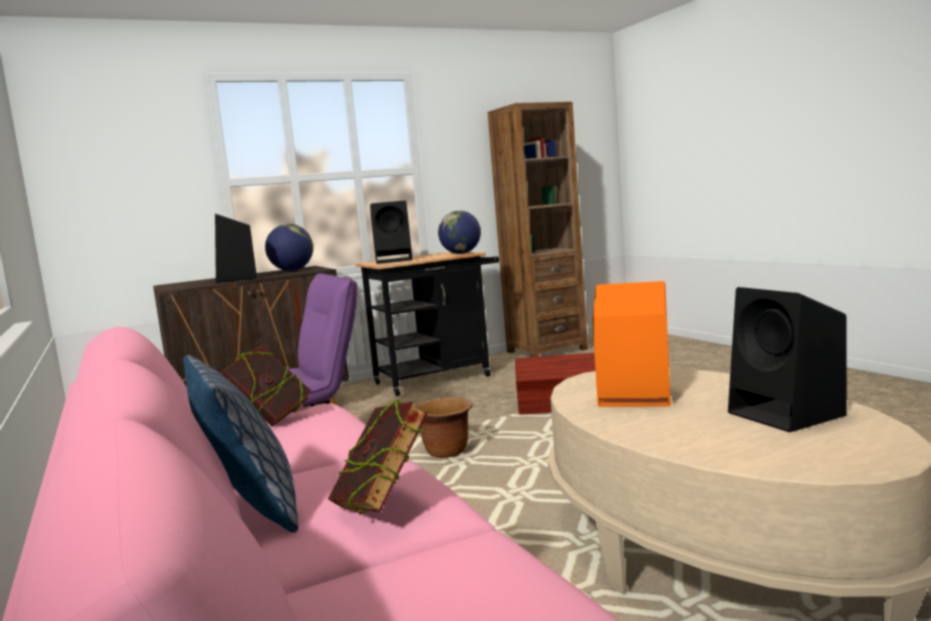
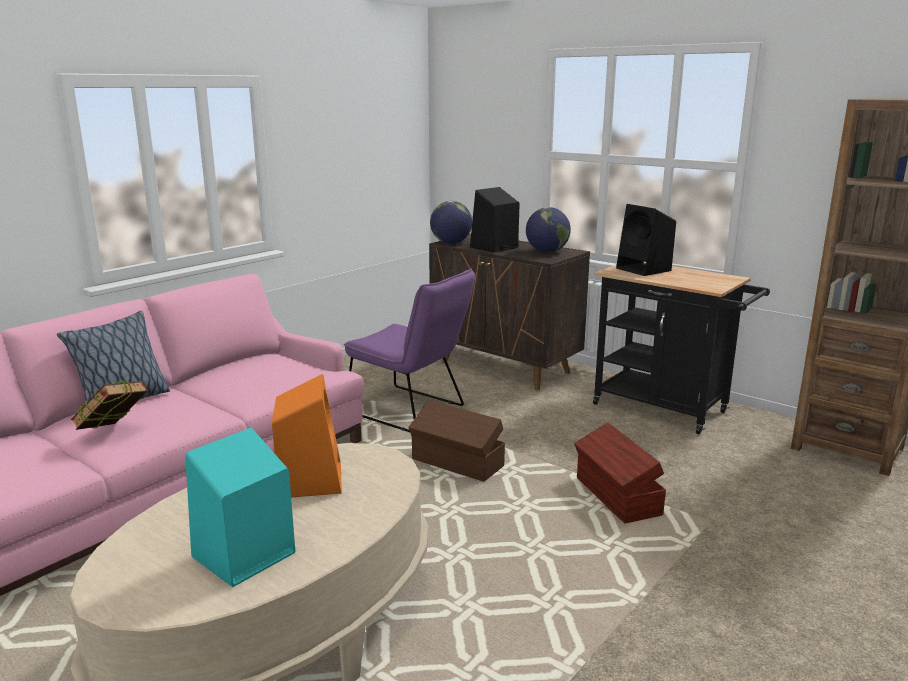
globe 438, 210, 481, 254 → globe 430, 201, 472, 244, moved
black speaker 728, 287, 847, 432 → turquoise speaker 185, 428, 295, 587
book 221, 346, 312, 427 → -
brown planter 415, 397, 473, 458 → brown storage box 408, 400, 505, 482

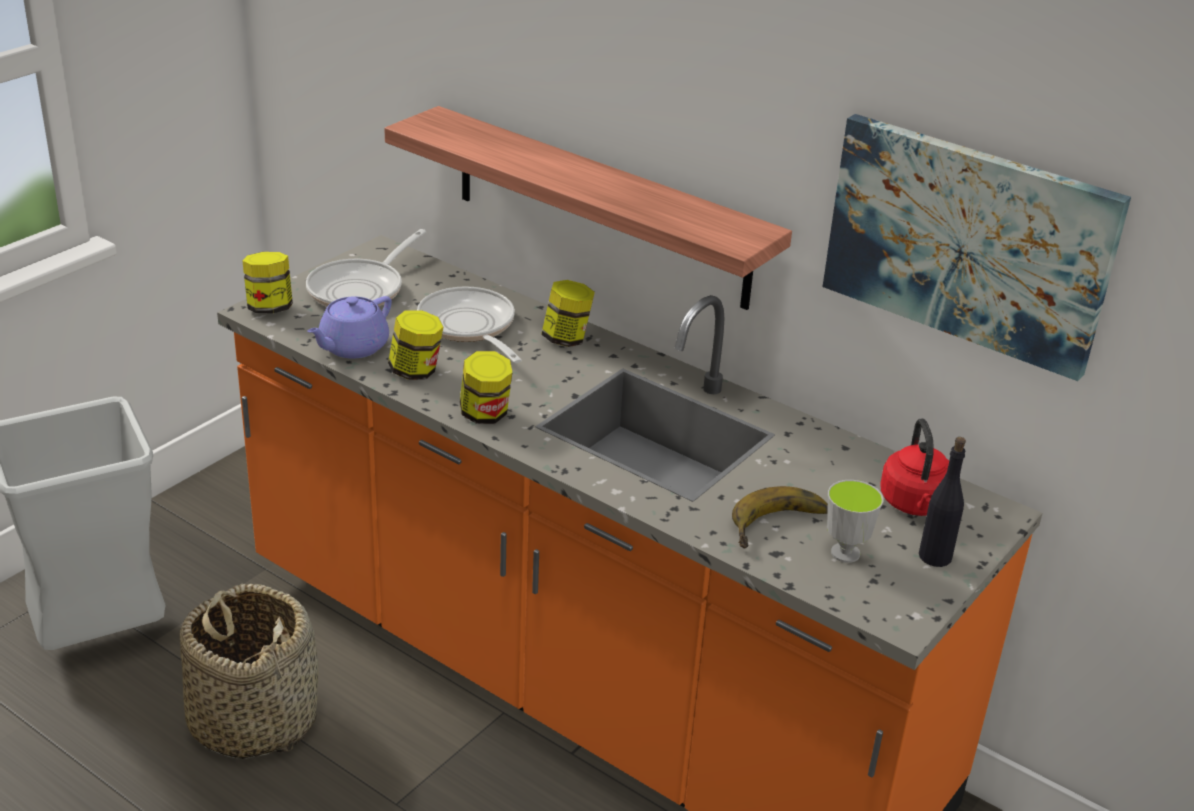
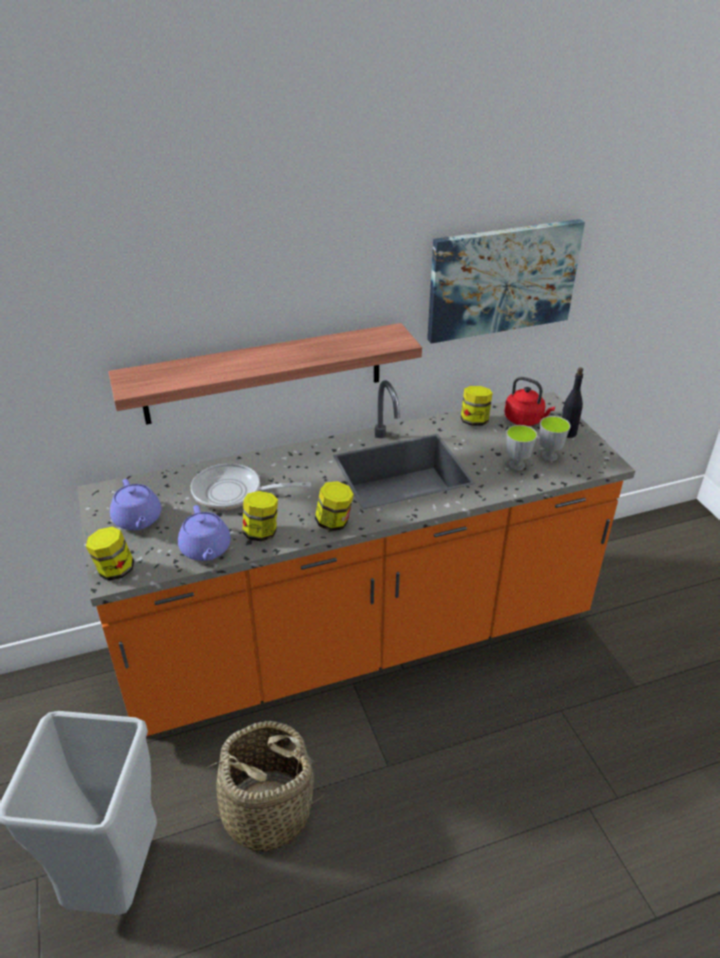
frying pan 306, 229, 426, 307 → purple teapot 110, 479, 161, 530
jar 541, 280, 595, 347 → jar 461, 386, 493, 426, moved
banana 732, 486, 828, 548 → cup 506, 425, 537, 470

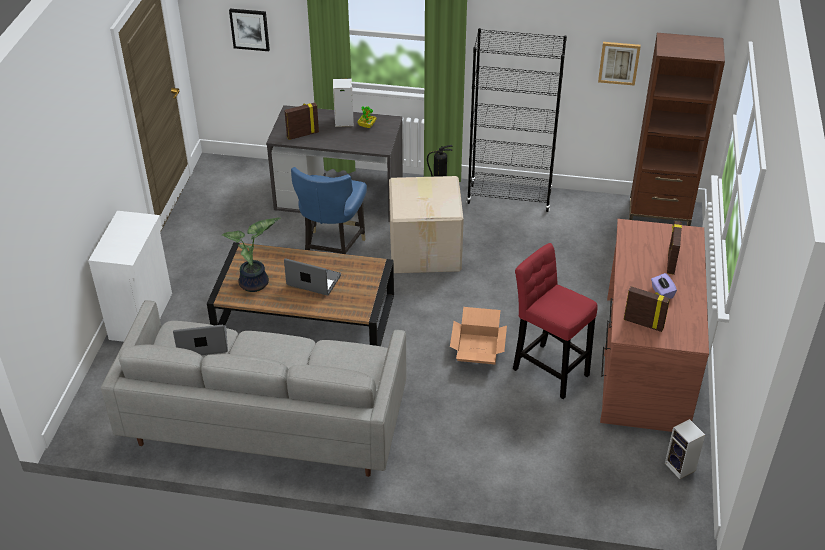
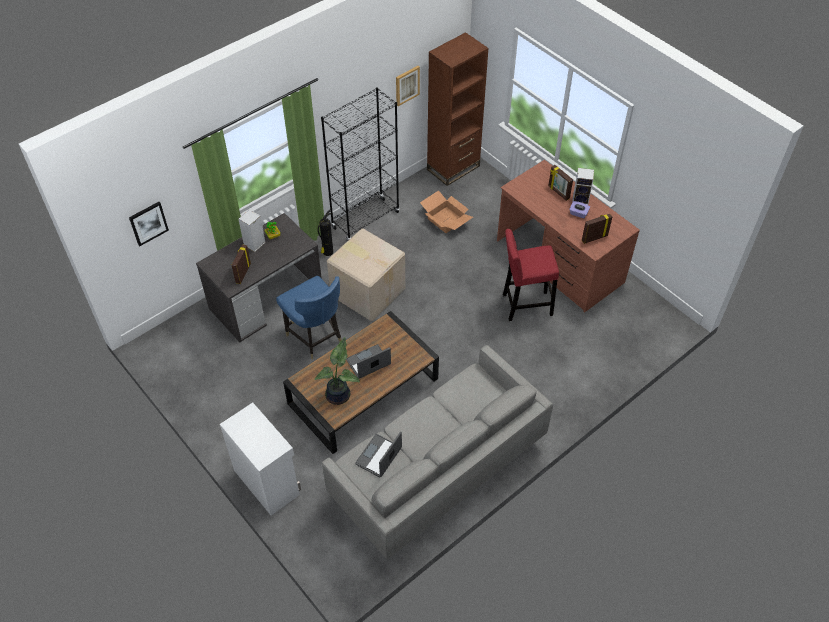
cardboard box 450, 307, 507, 364 → cardboard box 420, 190, 473, 233, moved
speaker 665, 419, 705, 479 → speaker 572, 168, 594, 205, moved

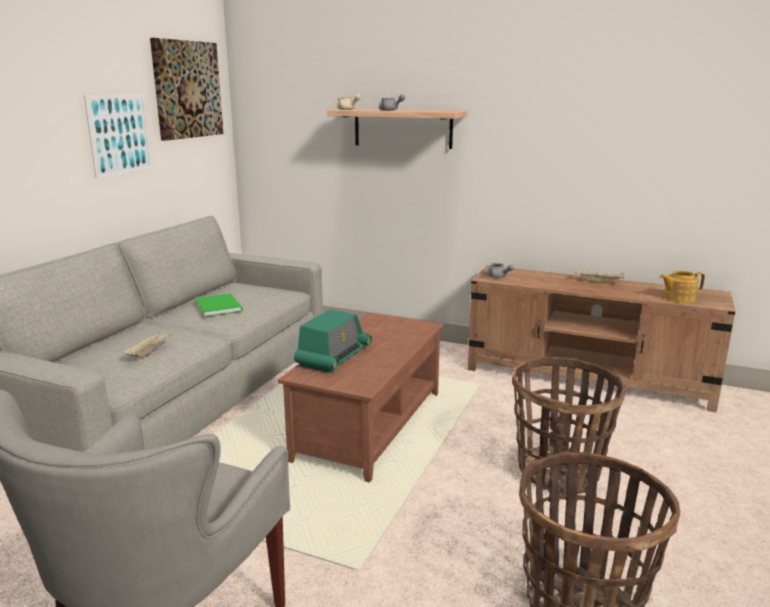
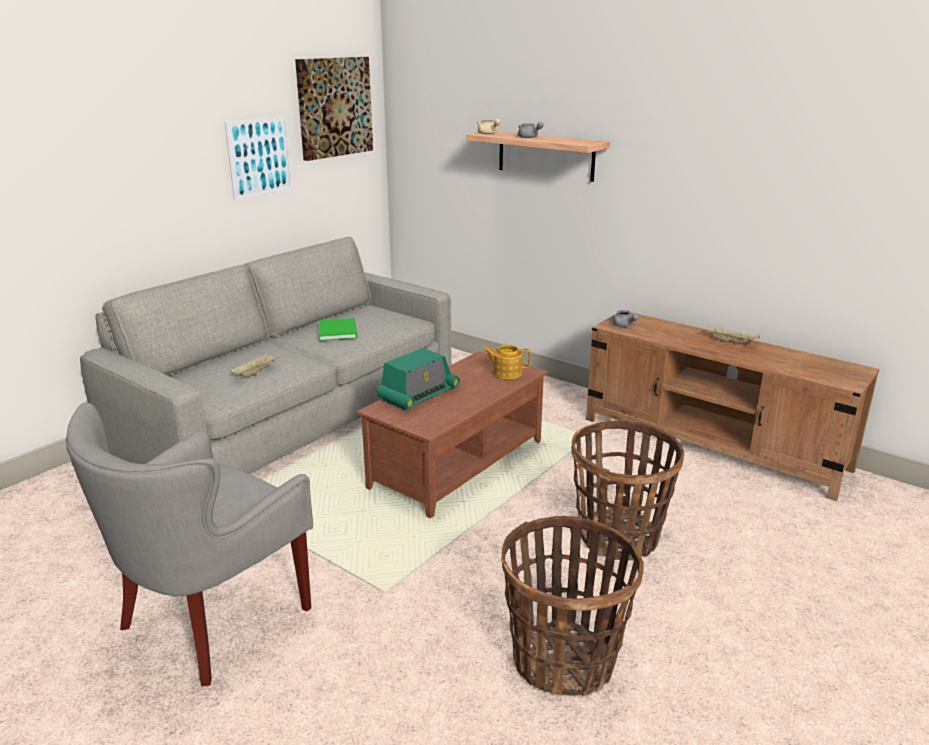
teapot 660, 271, 705, 303 → teapot 483, 345, 531, 379, moved

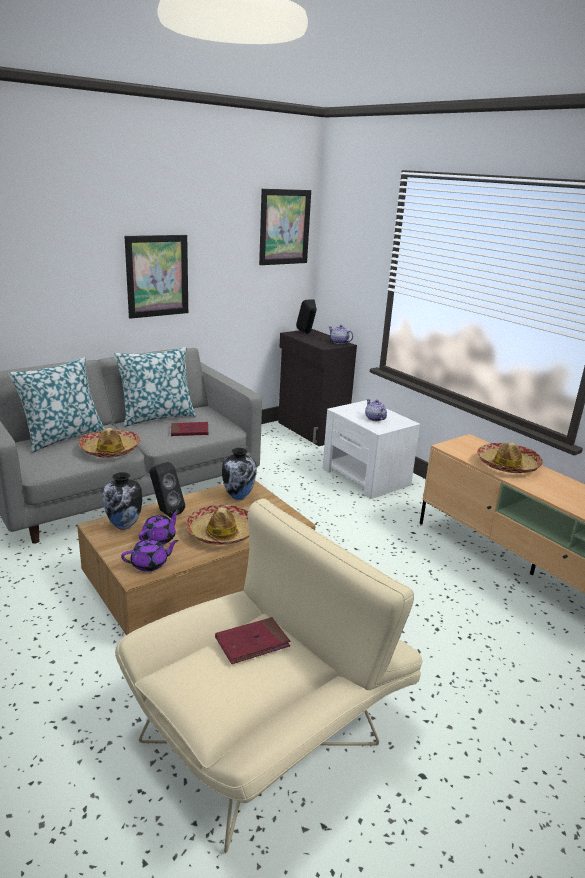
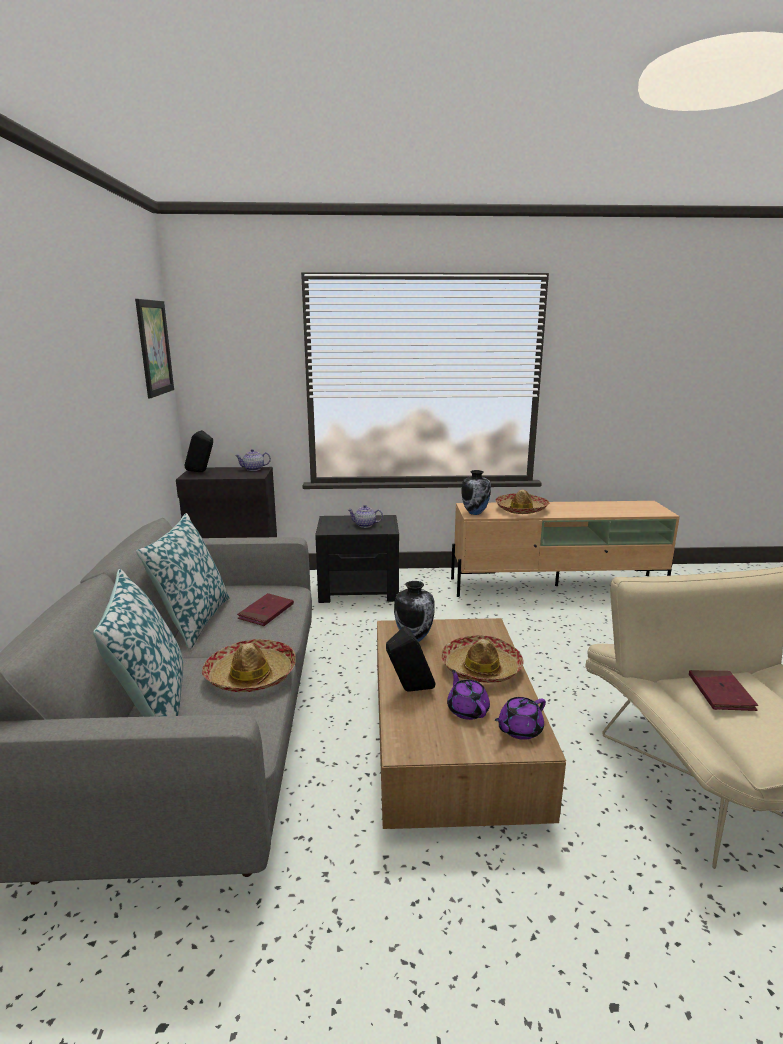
picture 124, 235, 188, 319 → -
white nightstand 322, 400, 420, 499 → black nightstand 315, 515, 399, 603
vase 103, 472, 142, 530 → vase 461, 470, 491, 515, moved
purple teapot 121, 539, 179, 572 → purple teapot 495, 697, 546, 740, 135 degrees counterclockwise

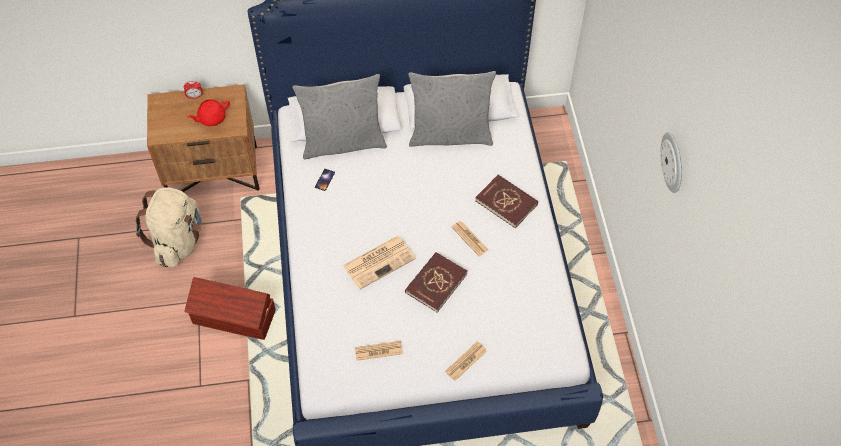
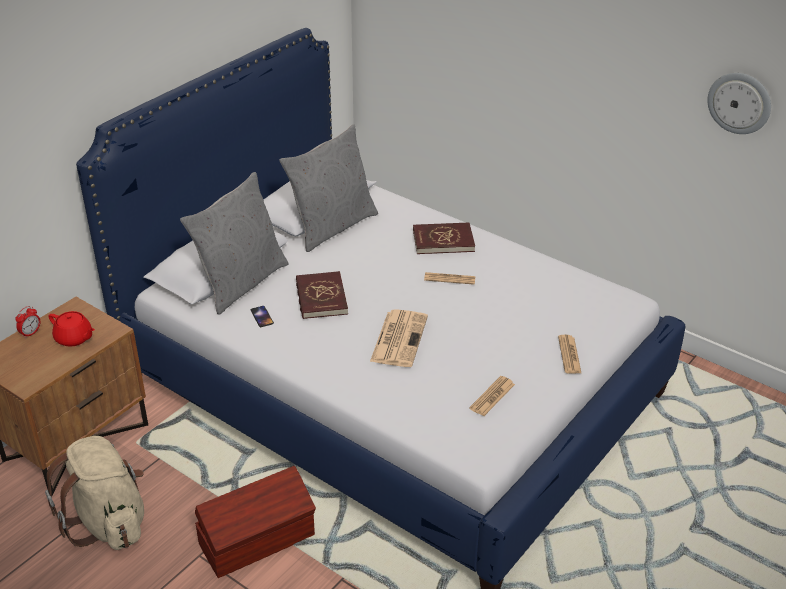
red teapot 187, 99, 230, 126 → red teapot 49, 311, 95, 347, 75 degrees counterclockwise
wall clock 661, 132, 682, 193 → wall clock 707, 73, 771, 134, moved
red book 405, 252, 467, 312 → red book 296, 271, 348, 319, moved

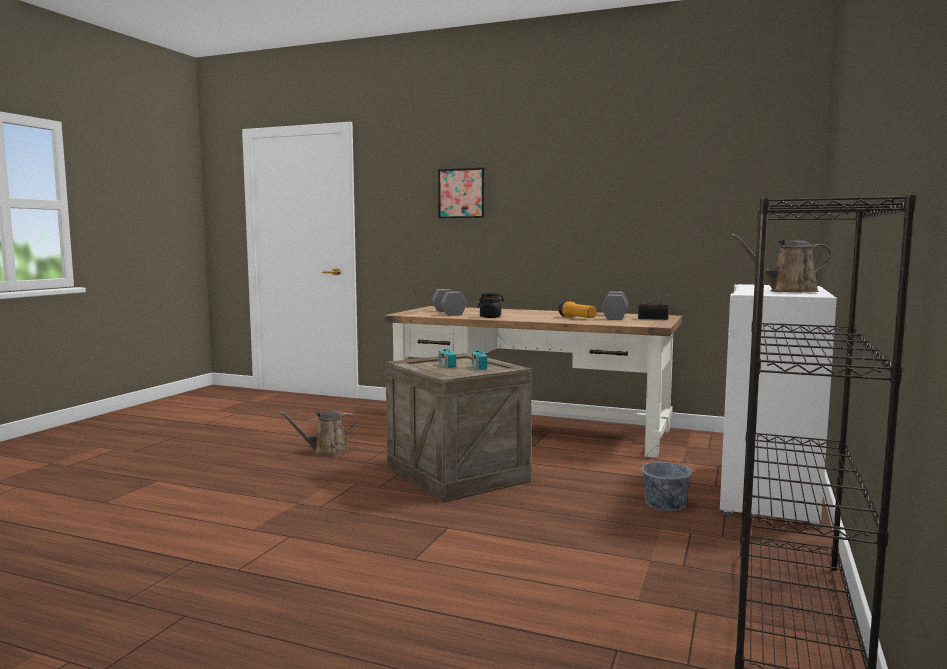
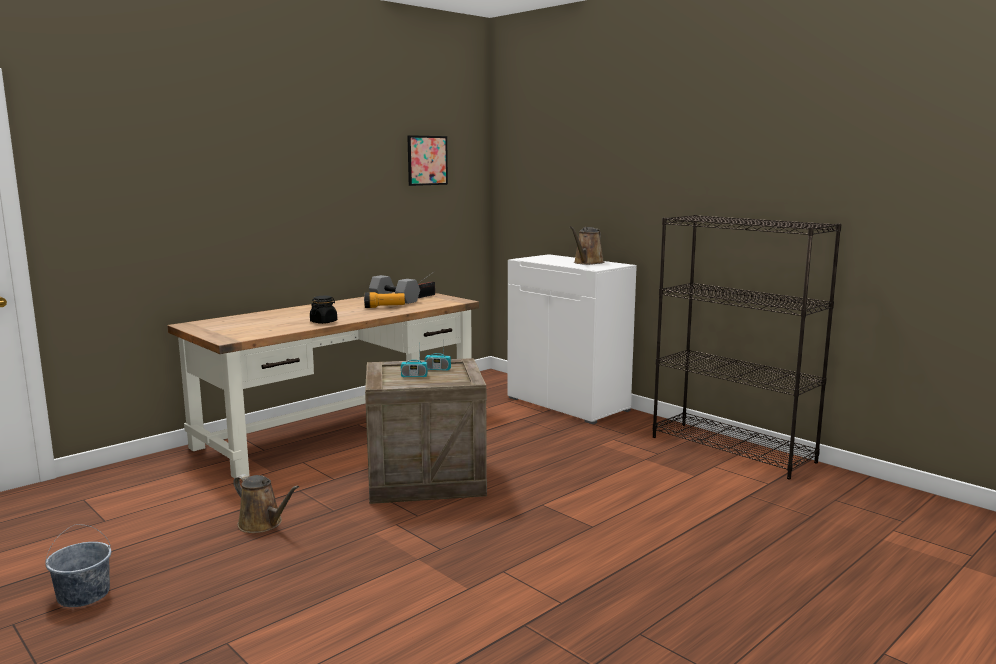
picture 438, 168, 484, 218 → picture 407, 135, 448, 186, moved
grey dumbbell 431, 289, 467, 316 → -
brown watering can 279, 411, 356, 455 → brown watering can 233, 474, 299, 533, 60 degrees counterclockwise
grey bucket 642, 443, 692, 511 → grey bucket 45, 524, 111, 607, moved

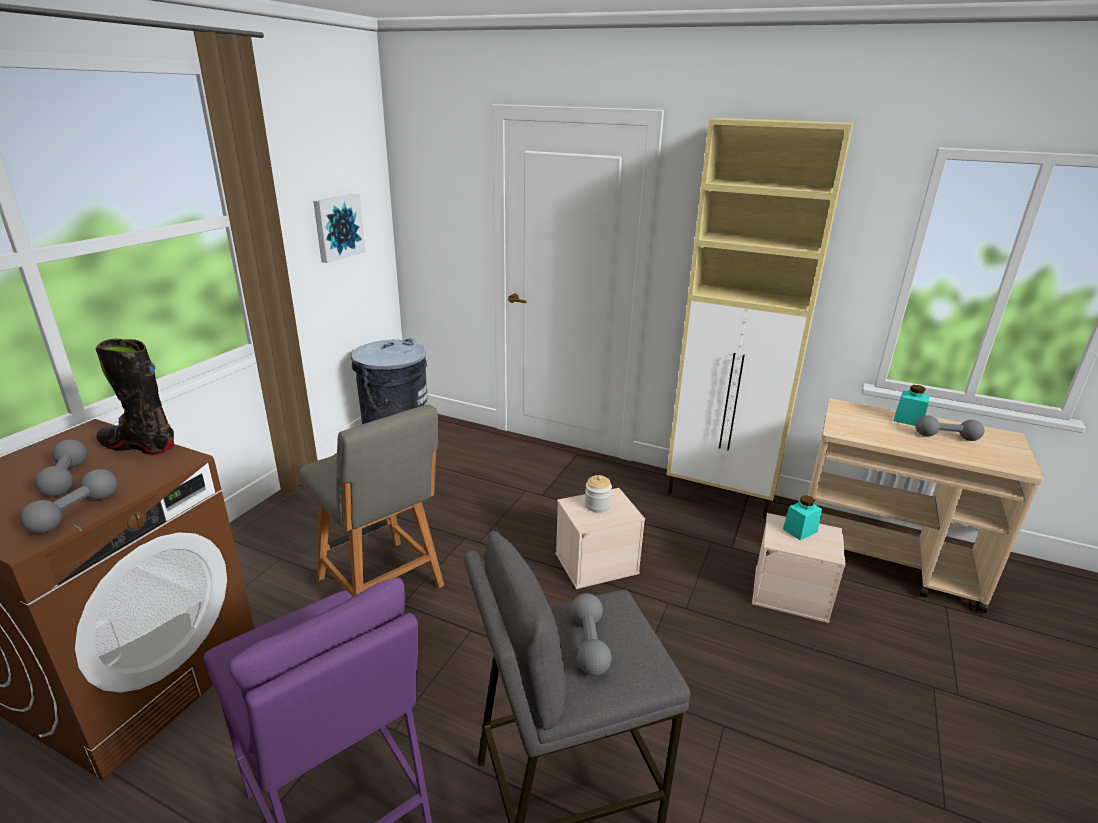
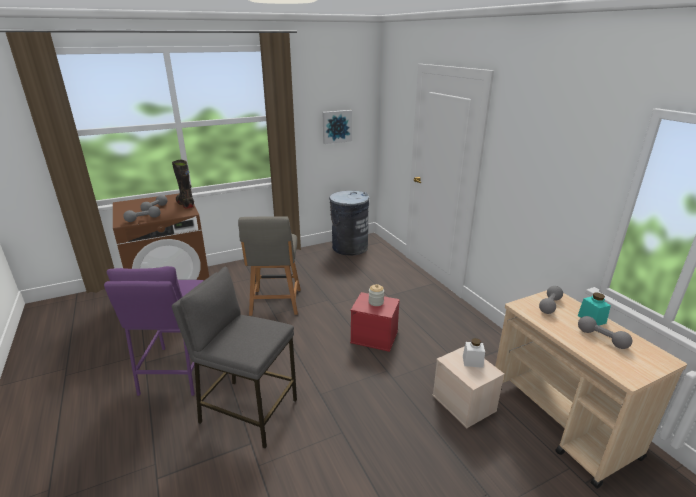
beige cabinet 667, 118, 854, 519 → -
beige storage box 555, 488, 645, 589 → red storage box 350, 292, 400, 352
turquoise jar 783, 495, 822, 540 → white jar 463, 338, 485, 368
grey dumbbell 571, 593, 612, 676 → grey dumbbell 539, 286, 563, 314, moved

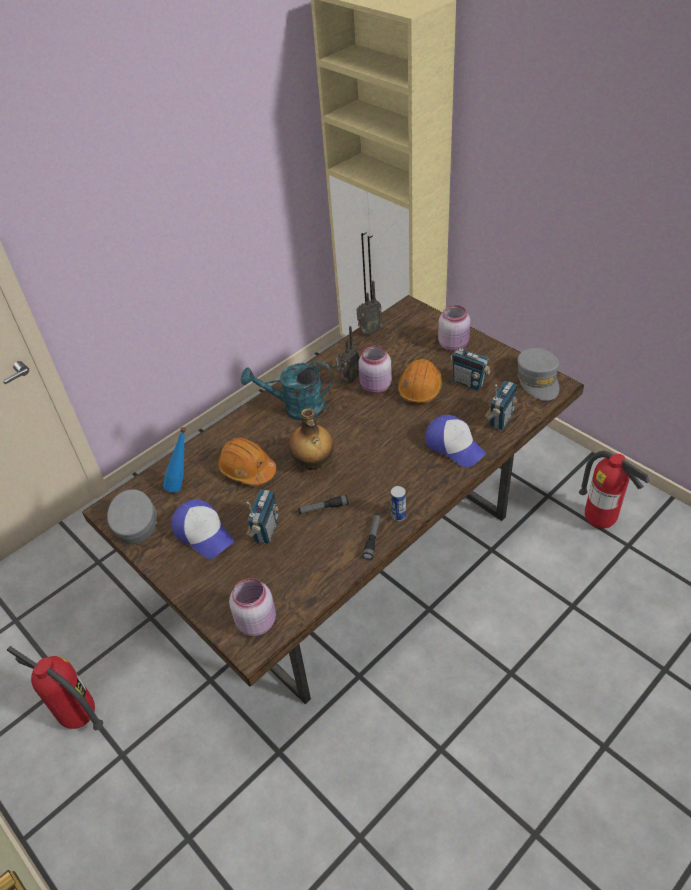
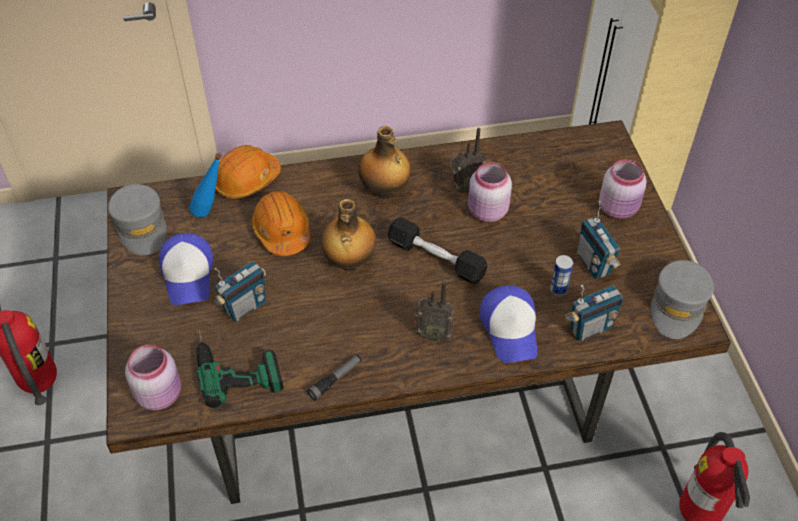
radio 357, 281, 382, 335 → radio 414, 281, 454, 342, moved
orange hard hat 398, 359, 442, 404 → orange hard hat 215, 145, 281, 199, moved
turquoise watering can 241, 362, 333, 421 → bottle 358, 126, 411, 199
can 391, 486, 406, 521 → can 550, 255, 573, 296, moved
grey cap 107, 489, 157, 545 → grey cap 108, 184, 167, 255, 135 degrees clockwise
flashlight 298, 495, 349, 514 → -
- → black dumbbell 387, 217, 487, 285
- → power drill 196, 330, 284, 408

